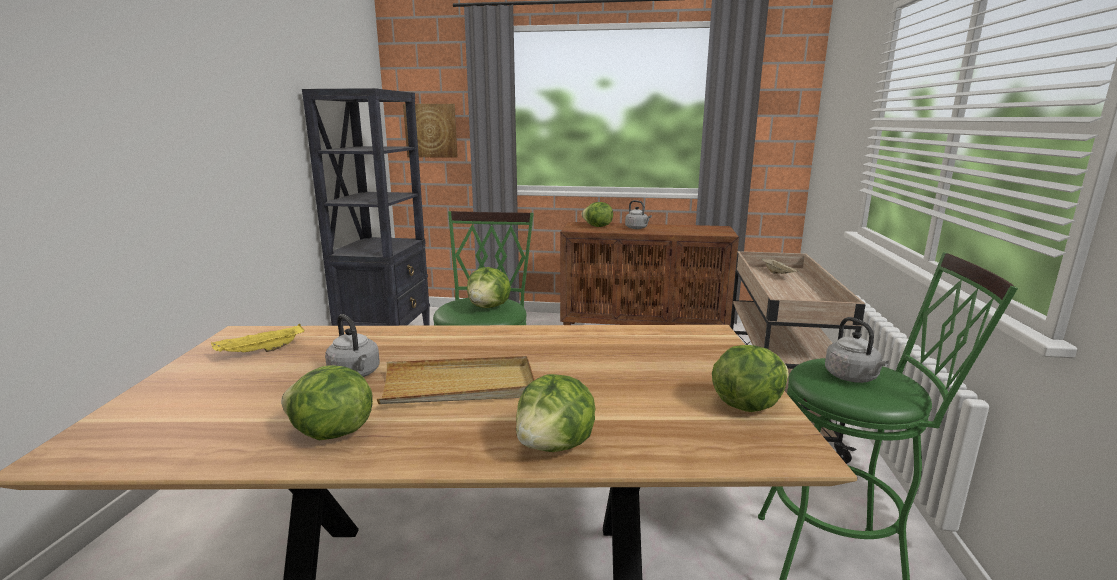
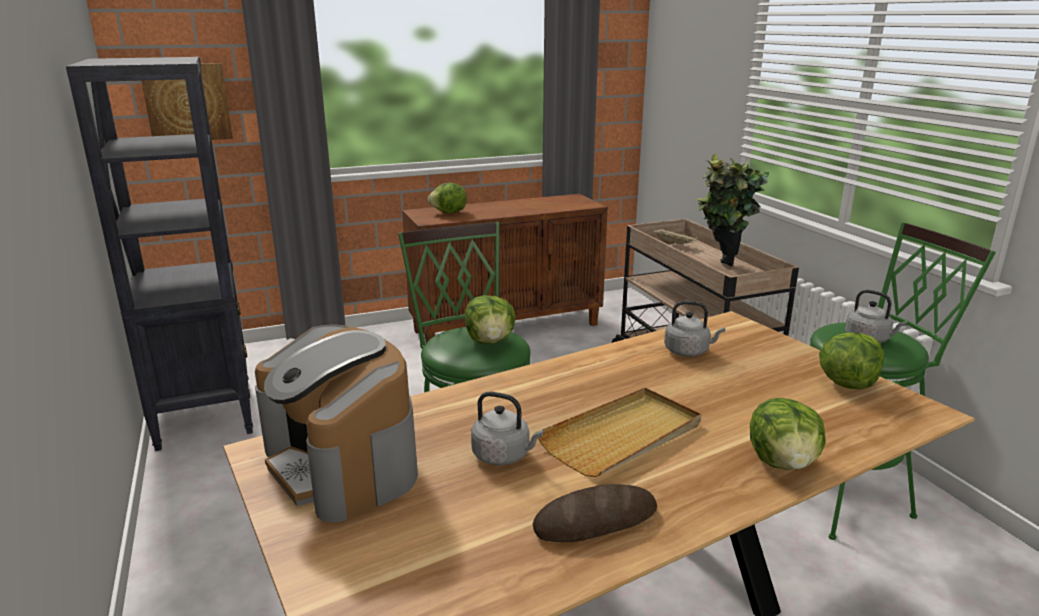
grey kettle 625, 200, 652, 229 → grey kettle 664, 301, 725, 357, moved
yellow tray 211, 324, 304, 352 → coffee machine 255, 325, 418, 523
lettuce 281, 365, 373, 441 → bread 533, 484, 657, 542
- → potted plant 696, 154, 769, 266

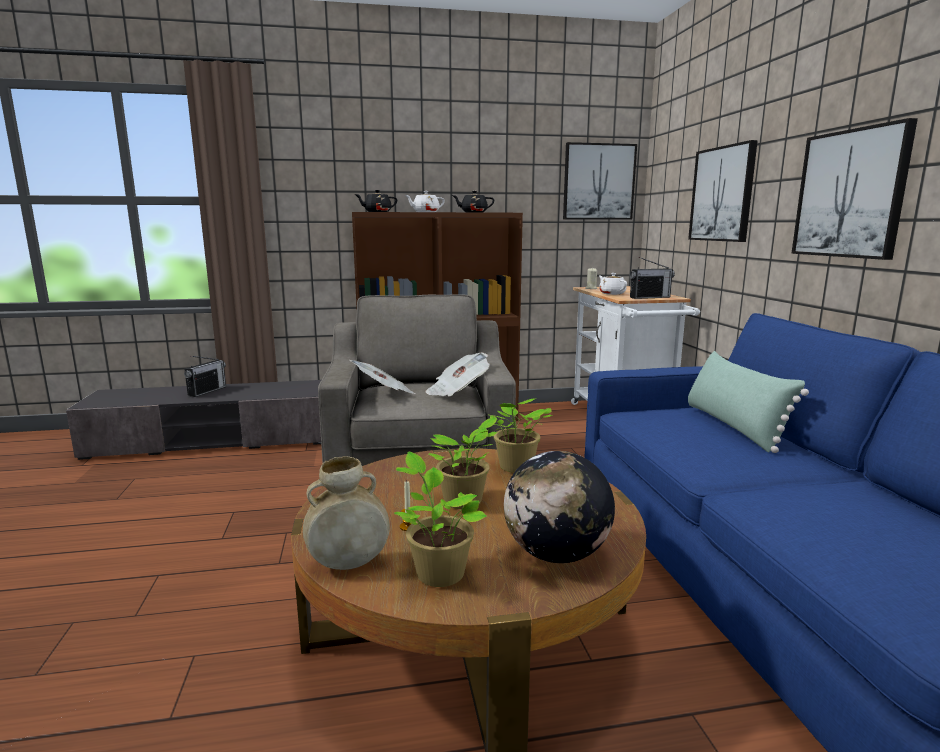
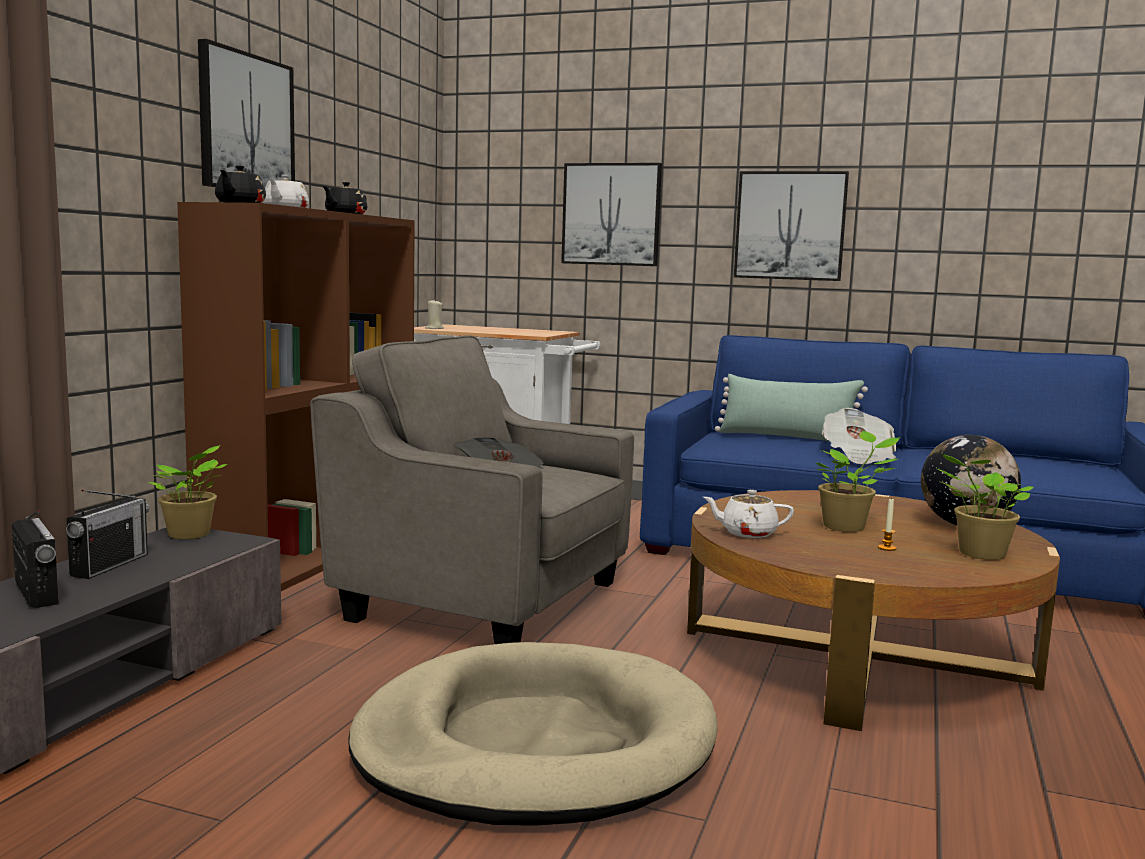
picture 563, 142, 637, 220 → picture 198, 39, 295, 188, moved
radio 630, 257, 675, 299 → radio 66, 489, 149, 579, moved
white teapot 599, 273, 627, 295 → white teapot 703, 490, 794, 538, moved
newspaper 426, 353, 490, 397 → newspaper 822, 408, 896, 464, moved
potted plant 490, 398, 553, 473 → potted plant 148, 445, 227, 539, moved
beige vase 303, 456, 390, 570 → -
- → beige dog bed 349, 642, 717, 826

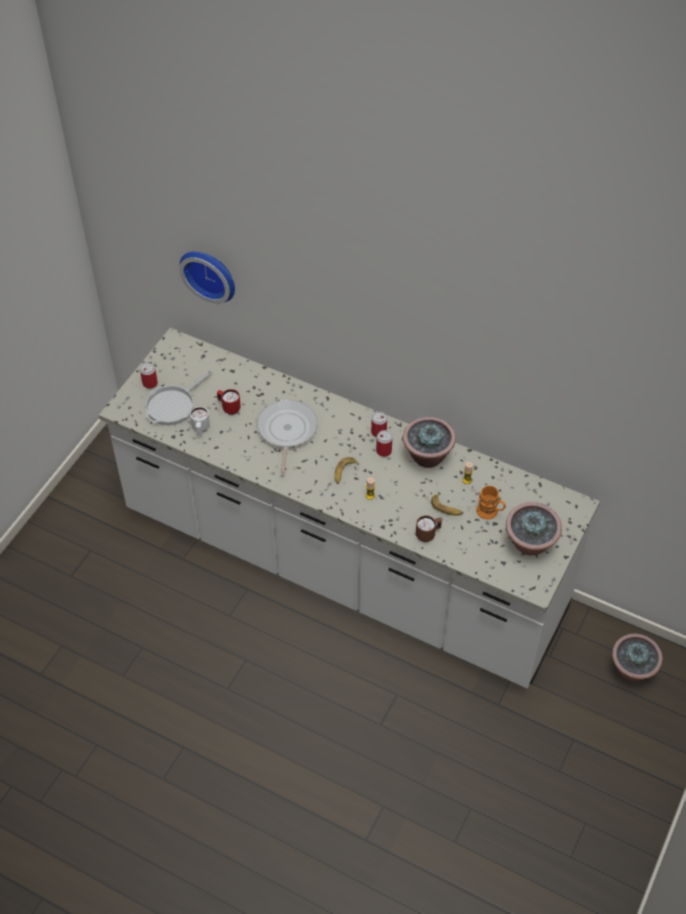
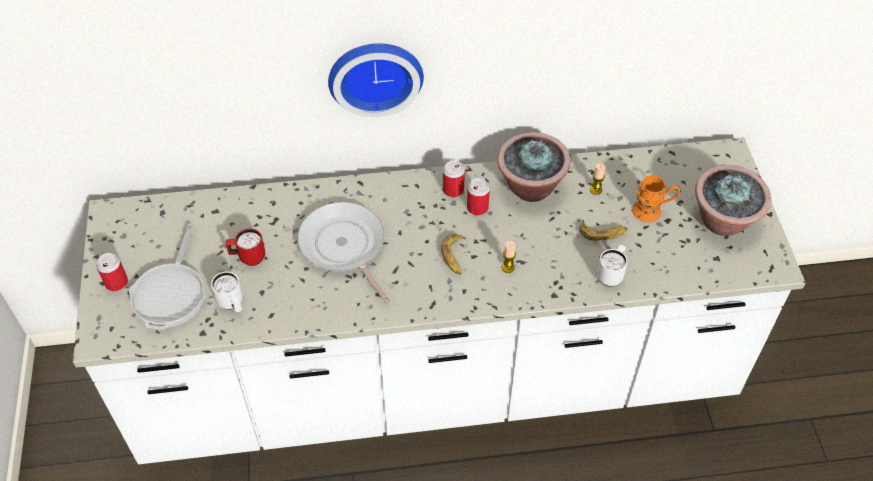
wall clock 179, 252, 235, 304 → wall clock 328, 43, 424, 117, moved
brown mug 416, 515, 442, 542 → white mug 597, 245, 628, 287
potted plant 612, 633, 663, 682 → -

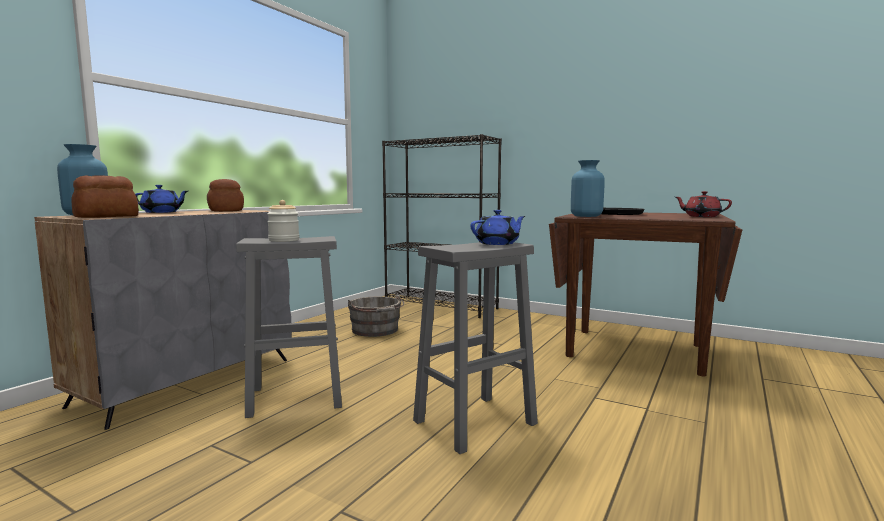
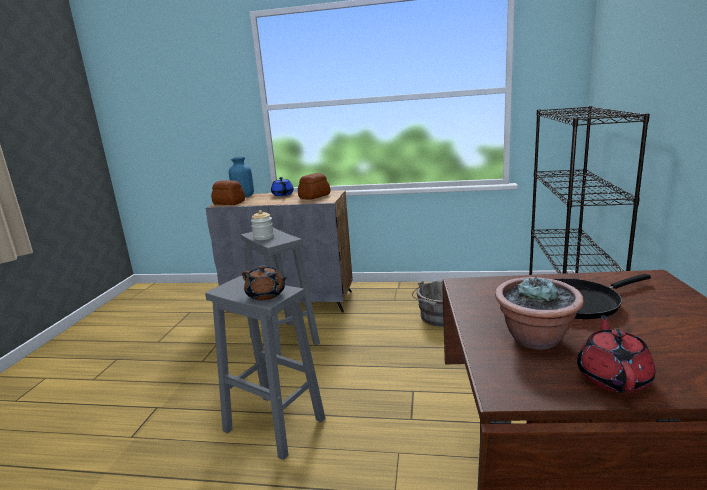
blue vase 571, 160, 605, 217 → -
blue teapot 470, 210, 525, 245 → brown teapot 242, 265, 288, 300
- → potted plant 495, 276, 584, 350

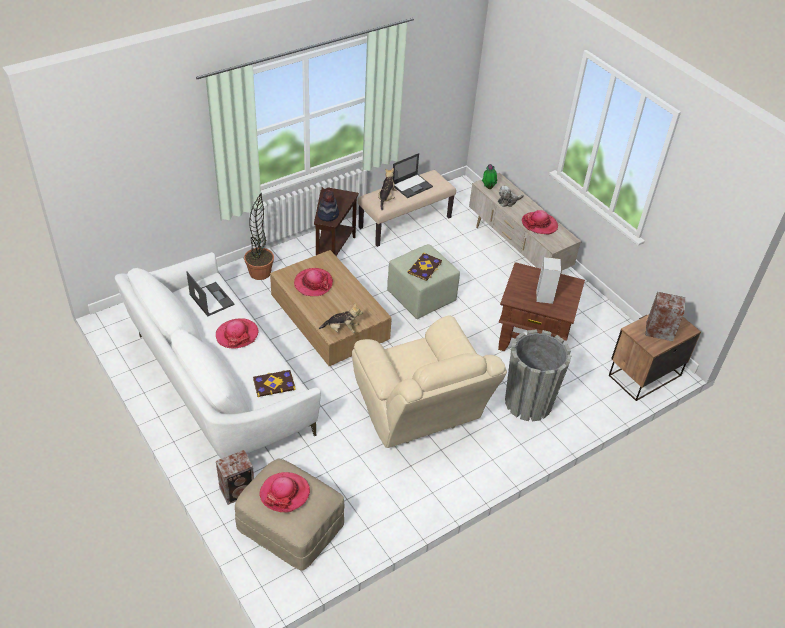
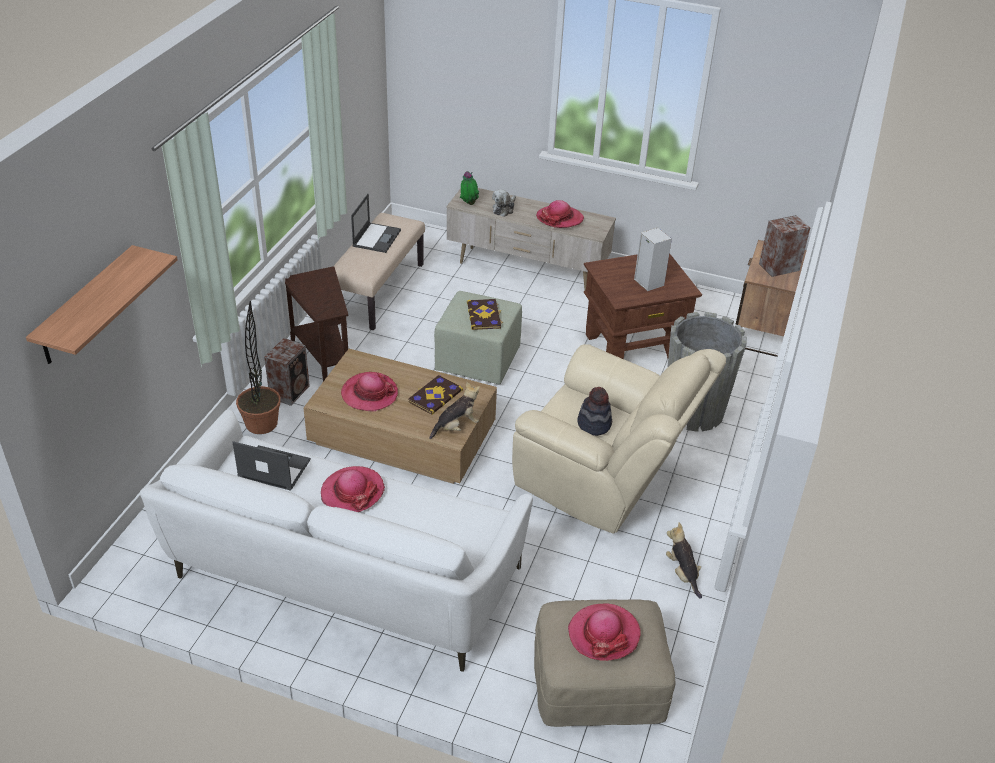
plush toy 378, 168, 396, 210 → plush toy 666, 522, 702, 599, moved
hat 318, 190, 339, 221 → hat 578, 387, 612, 436, moved
book 253, 370, 296, 397 → book 408, 375, 463, 415, moved
speaker 216, 450, 254, 505 → speaker 264, 338, 310, 406, moved
- → shelf 26, 245, 178, 364

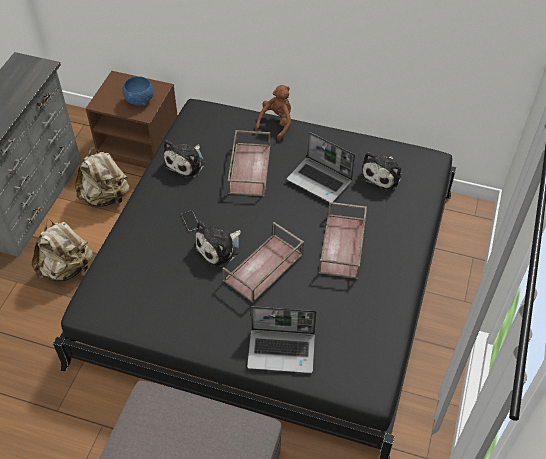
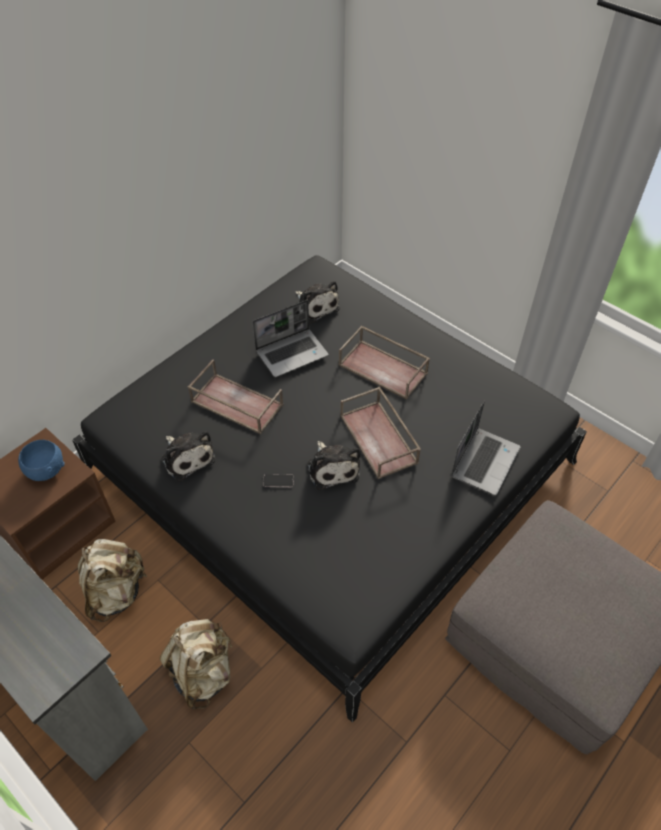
brown plush toy 255, 85, 291, 141 → -

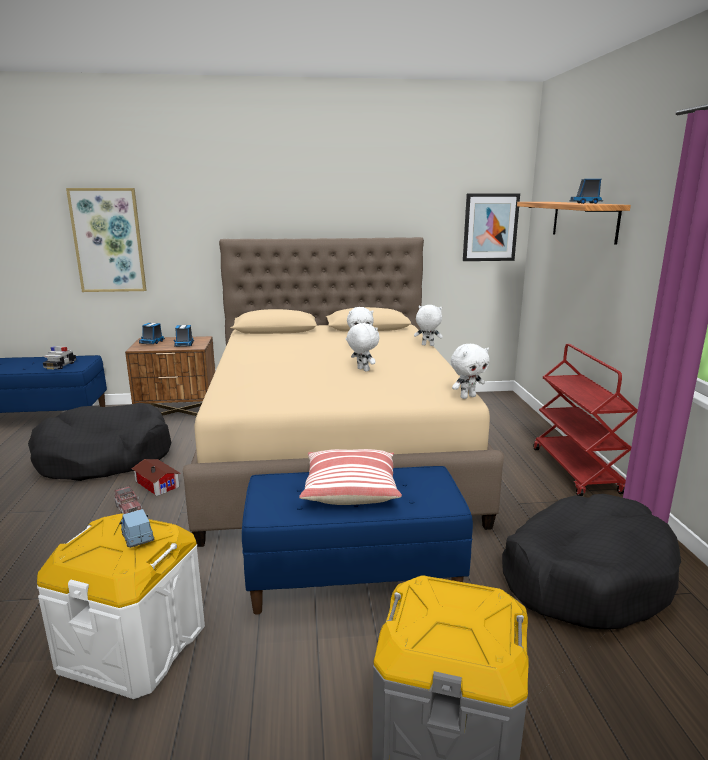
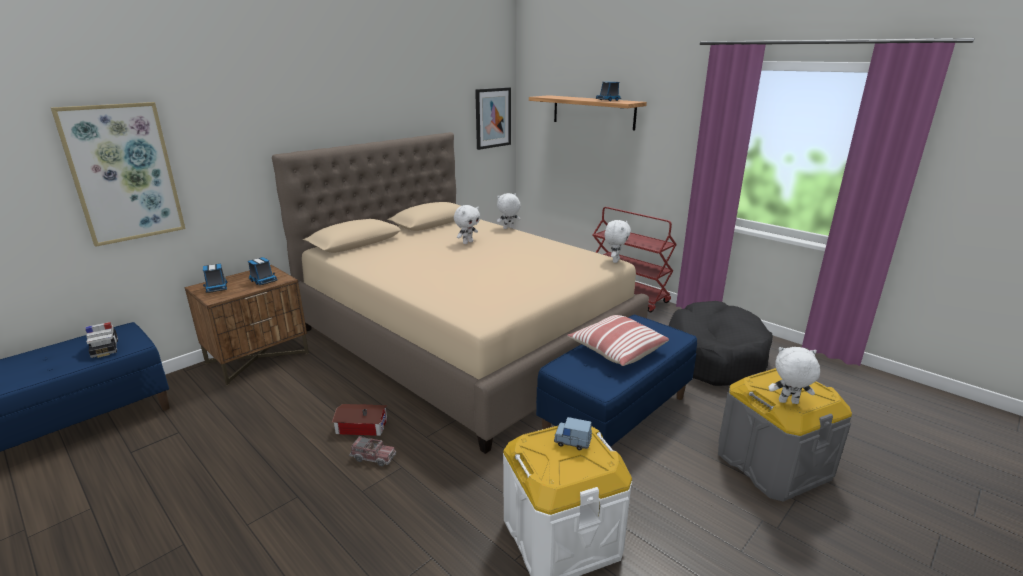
white plush toy 347, 323, 379, 372 → white plush toy 768, 347, 820, 404, moved
black dog bed 28, 403, 172, 481 → -

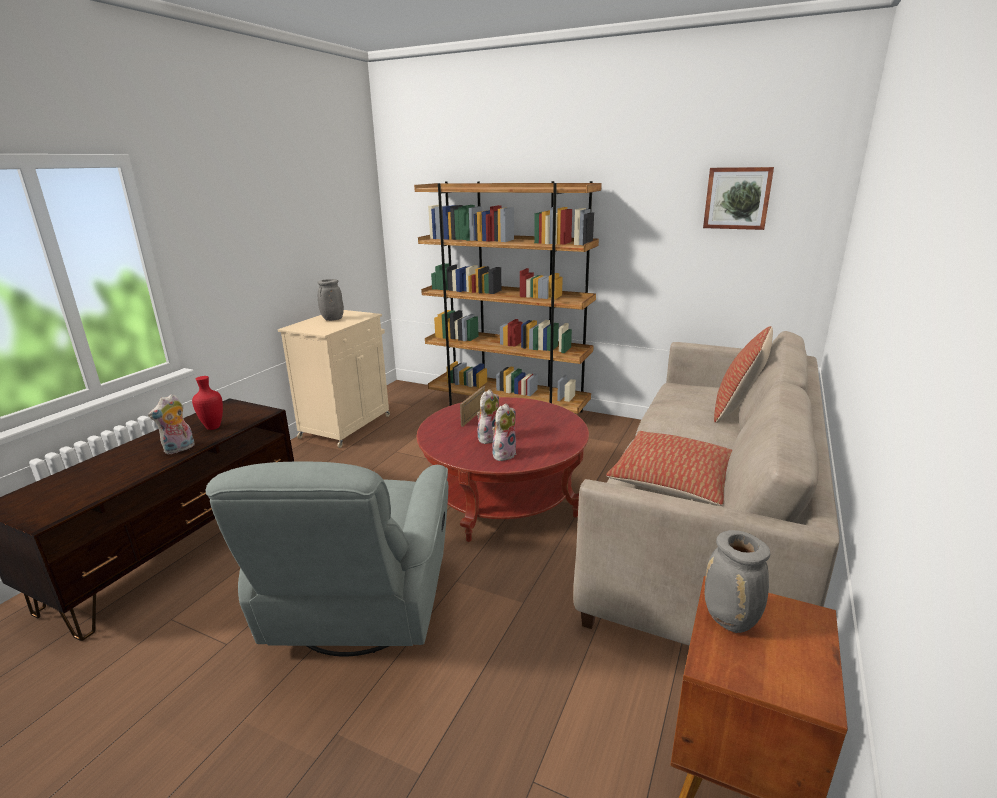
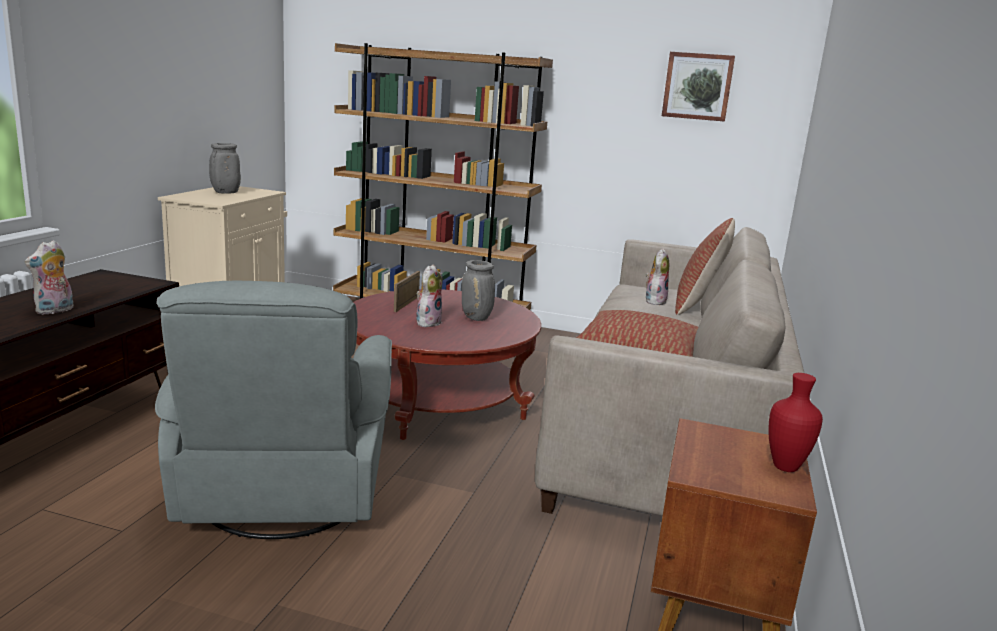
red vase 192, 376, 223, 430 → red vase 769, 373, 823, 472, moved
plush toy 492, 403, 516, 461 → plush toy 645, 248, 669, 306, moved
grey vase 705, 530, 770, 633 → grey vase 462, 260, 495, 321, moved

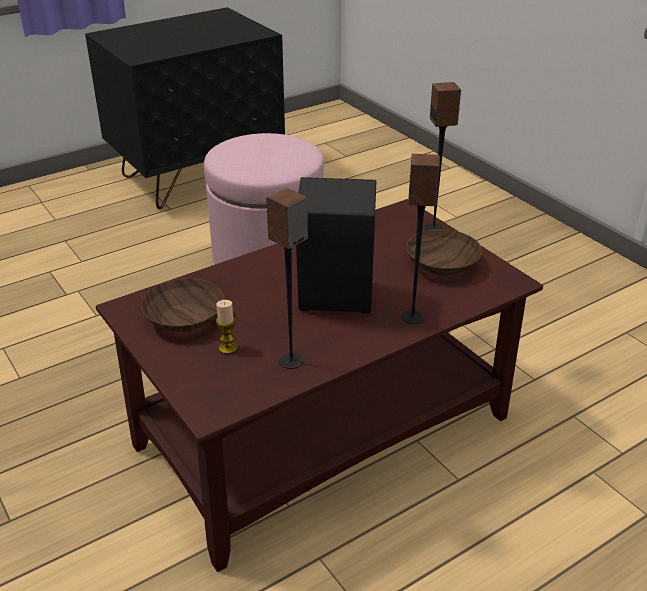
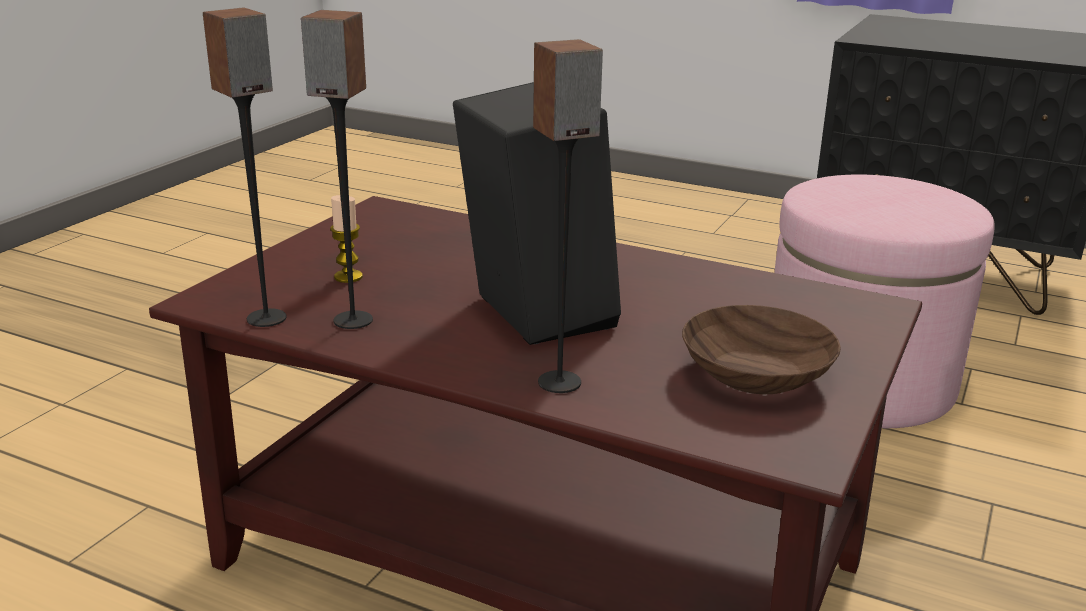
speaker 424, 82, 461, 231 → speaker 203, 8, 287, 327, moved
brown bowl 141, 278, 224, 332 → -

